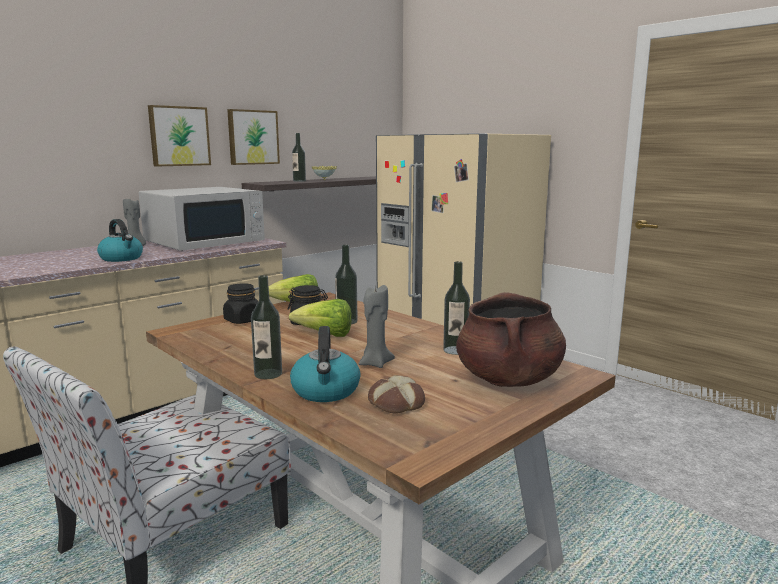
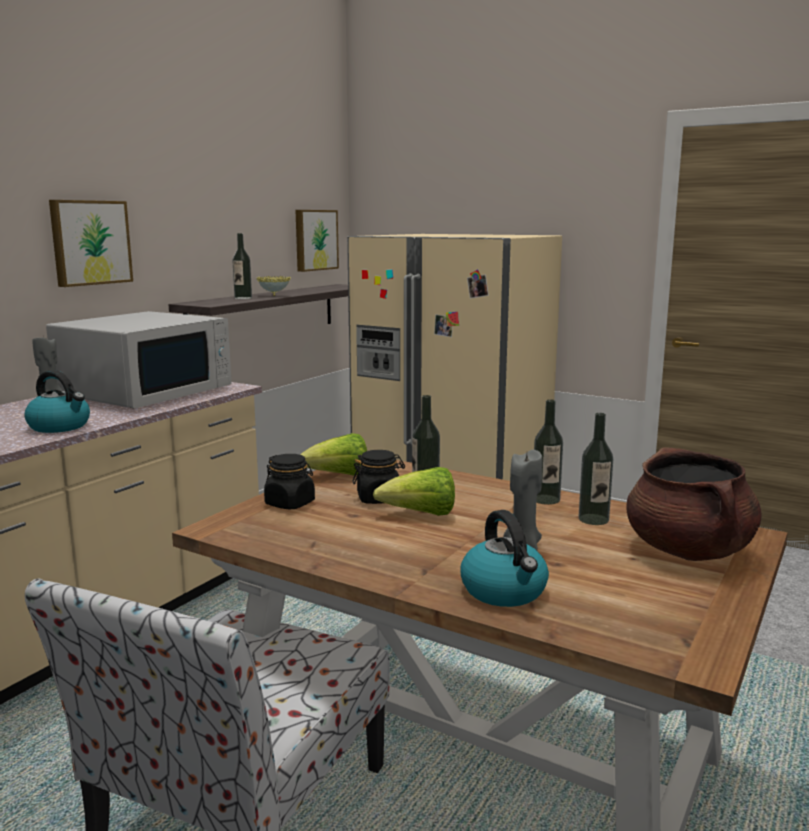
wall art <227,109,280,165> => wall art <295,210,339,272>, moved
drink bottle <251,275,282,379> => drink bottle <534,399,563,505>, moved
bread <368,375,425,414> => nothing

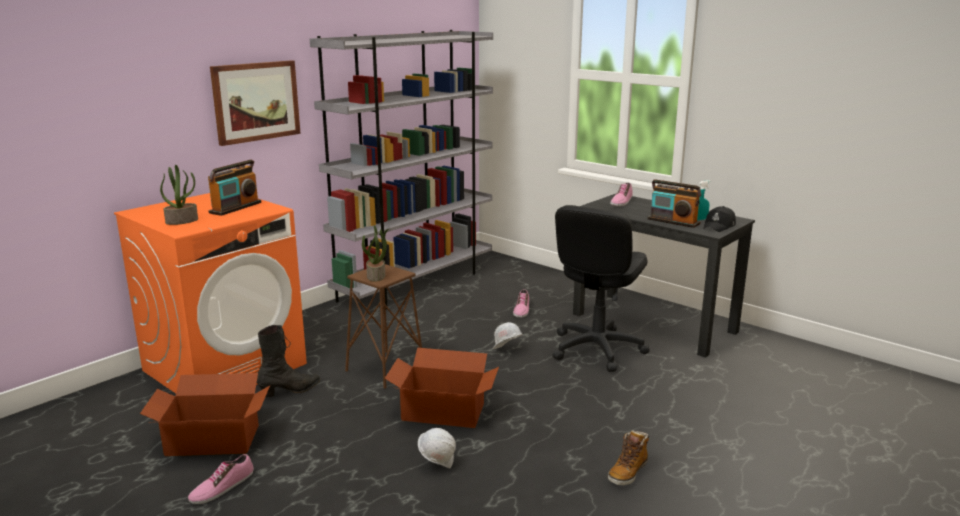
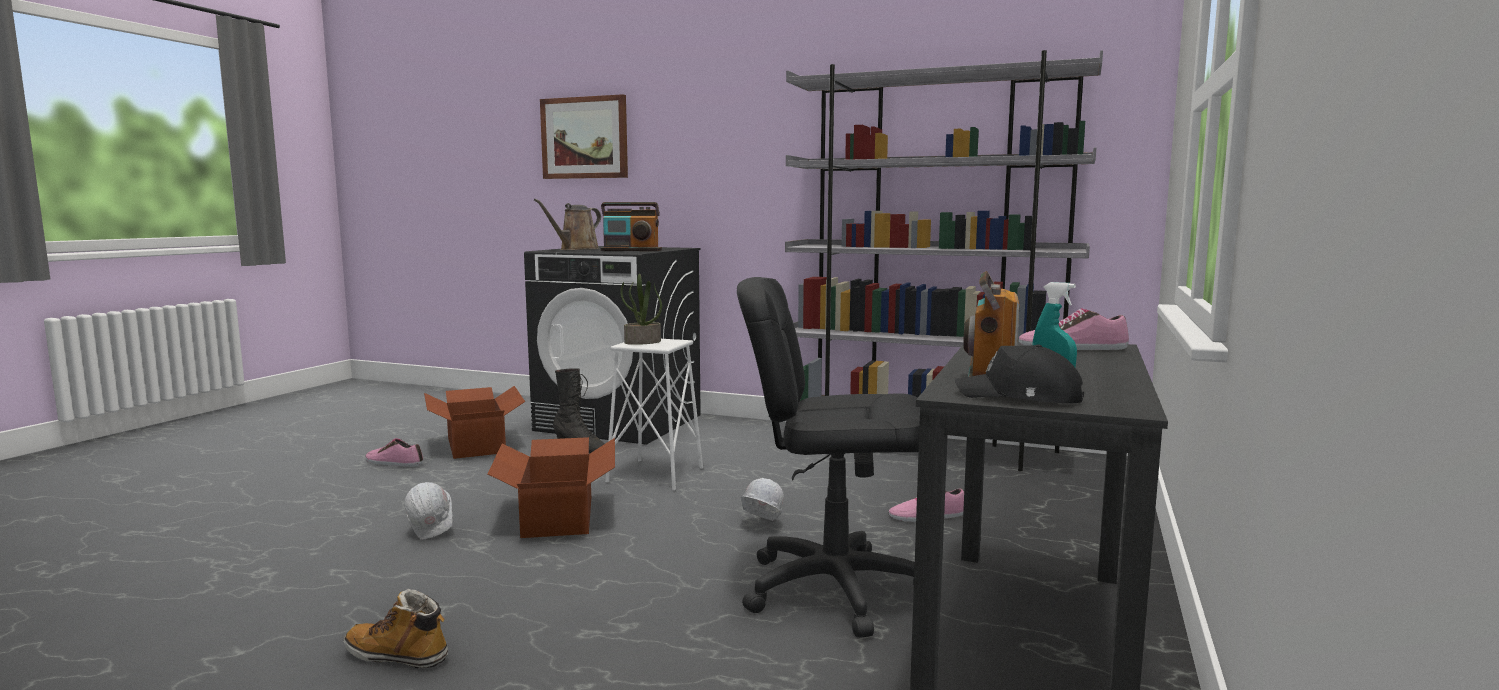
laundry appliance (orange-coloured) <114,193,307,393> => laundry appliance (black-coloured) <524,246,701,445>
plant in a pot <160,165,198,225> => sprinkling can (brown-coloured) <534,199,601,250>
wall art <210,60,301,146> => wall art <540,94,628,179>, moved
stool (brown-coloured) <345,264,422,389> => stool (white) <605,339,703,491>

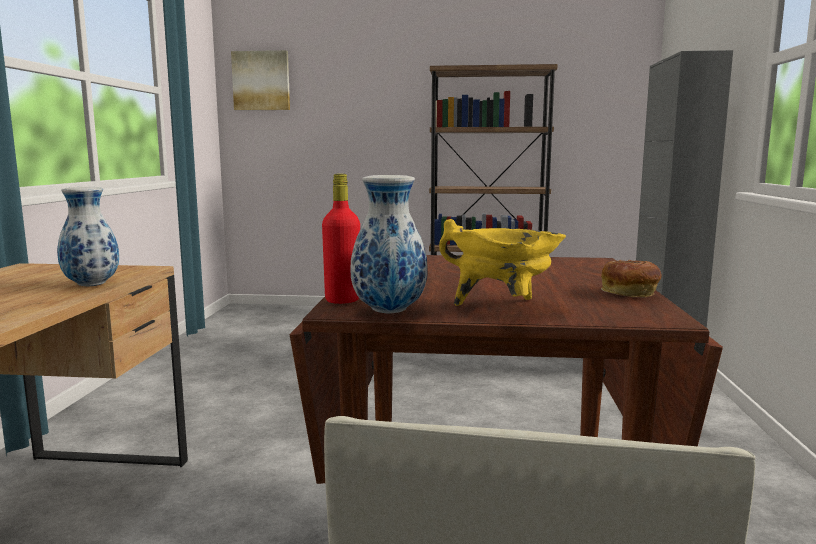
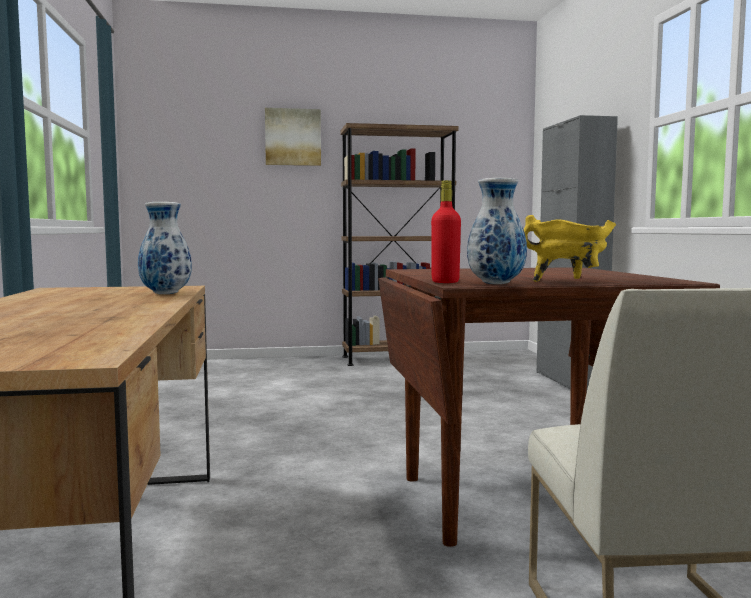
wall art <231,50,290,110> => wall art <265,108,321,166>, moved
bread <601,260,662,297> => nothing

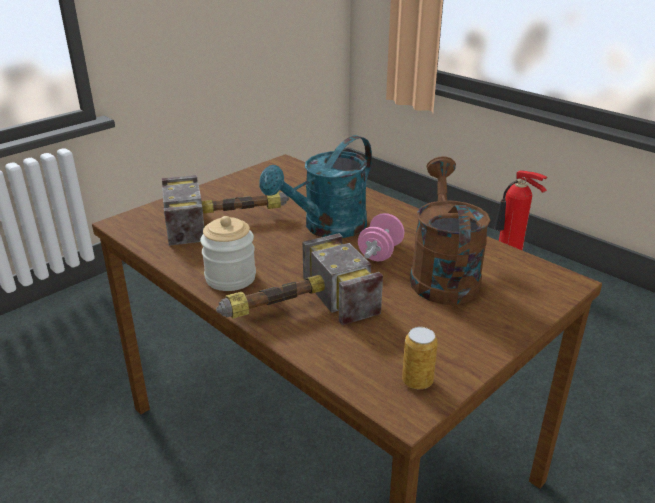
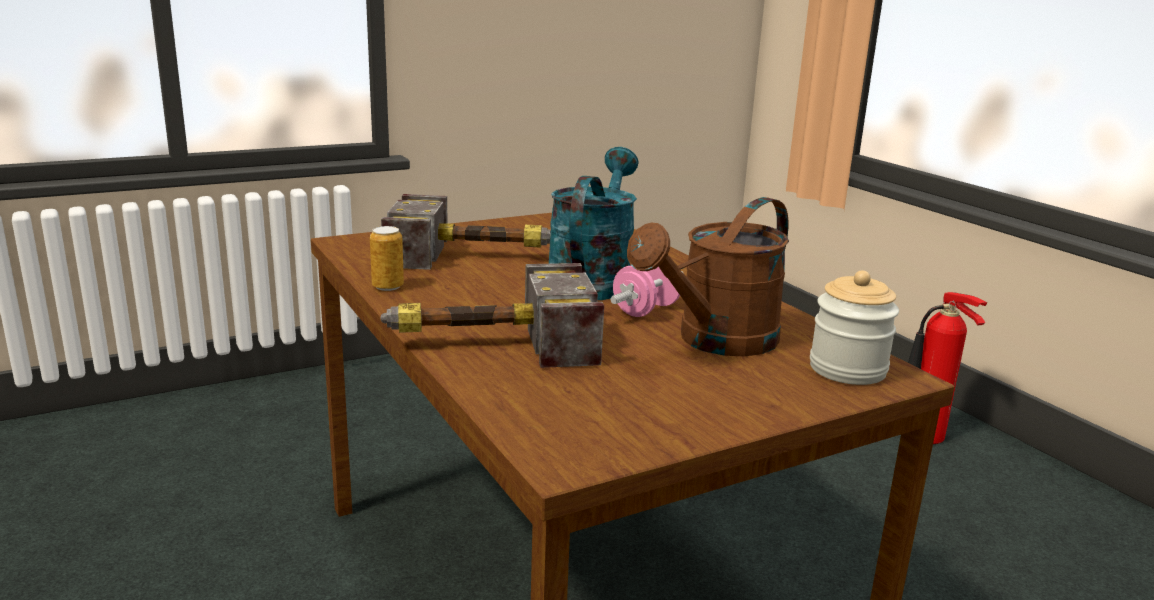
sealed can <402,327,438,389> => sealed can <370,226,404,291>, moved
sprinkling can (blue-green) <259,135,372,238> => sprinkling can (blue-green) <549,147,639,300>, 135 degrees clockwise
sprinkling can (brown-coloured) <410,156,490,305> => sprinkling can (brown-coloured) <627,197,789,356>, 150 degrees counterclockwise
jar <200,216,256,291> => jar <810,270,899,385>, moved

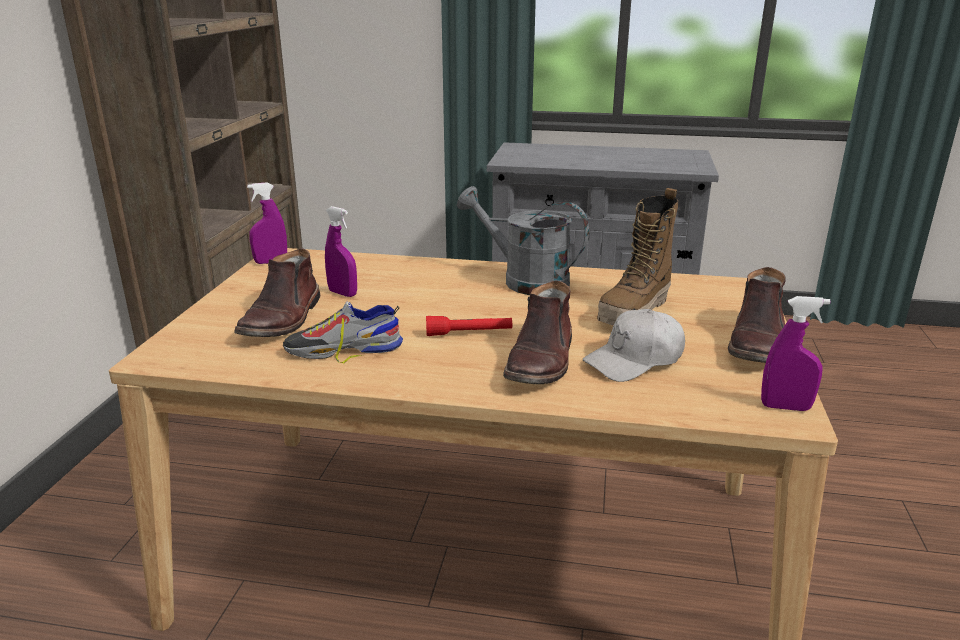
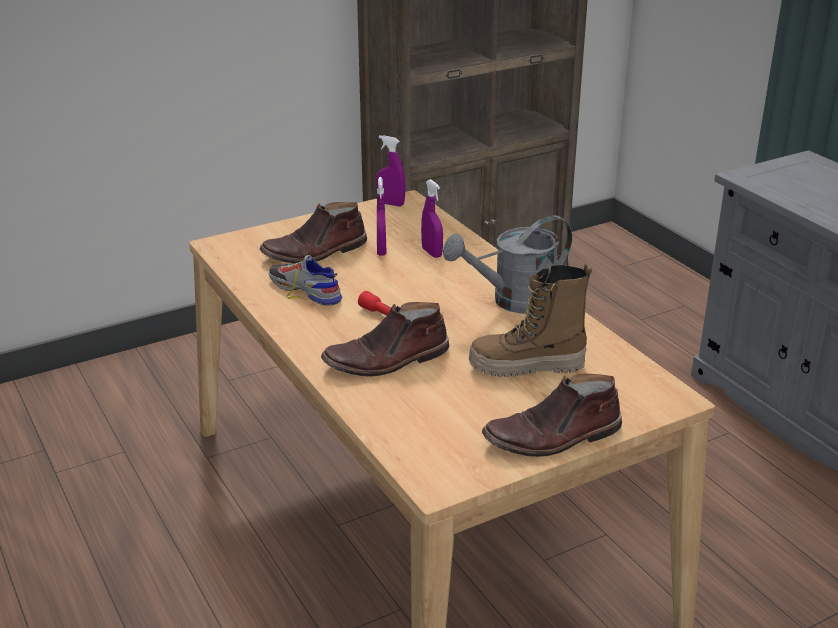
hand sprayer (purple-coloured) <761,296,830,411> => hand sprayer (purple-coloured) <421,179,443,258>, moved
sprinkling can (grey) <457,186,589,295> => sprinkling can (grey) <443,216,572,314>, 105 degrees counterclockwise
baseball cap (white) <583,309,685,382> => nothing

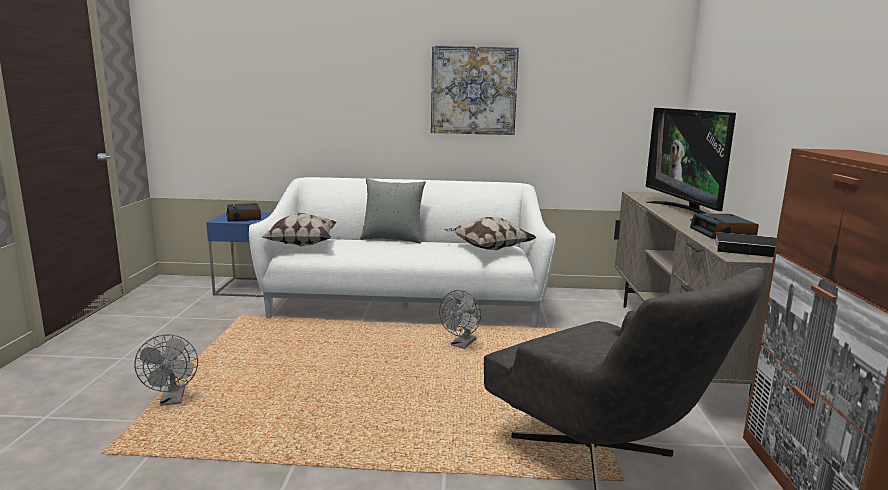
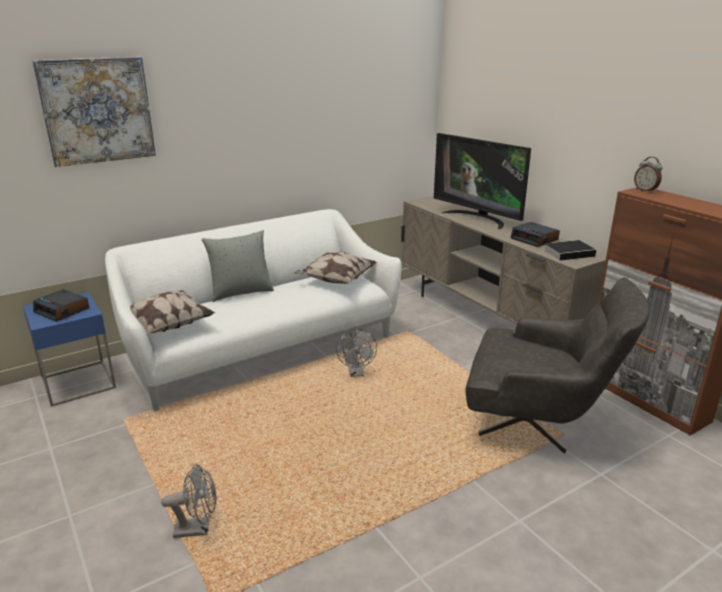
wall art <431,45,519,135> => wall art <32,56,156,167>, moved
fan (grey) <134,334,198,406> => fan (grey) <161,464,217,538>, 45 degrees counterclockwise
nothing => table clock <634,157,662,193>

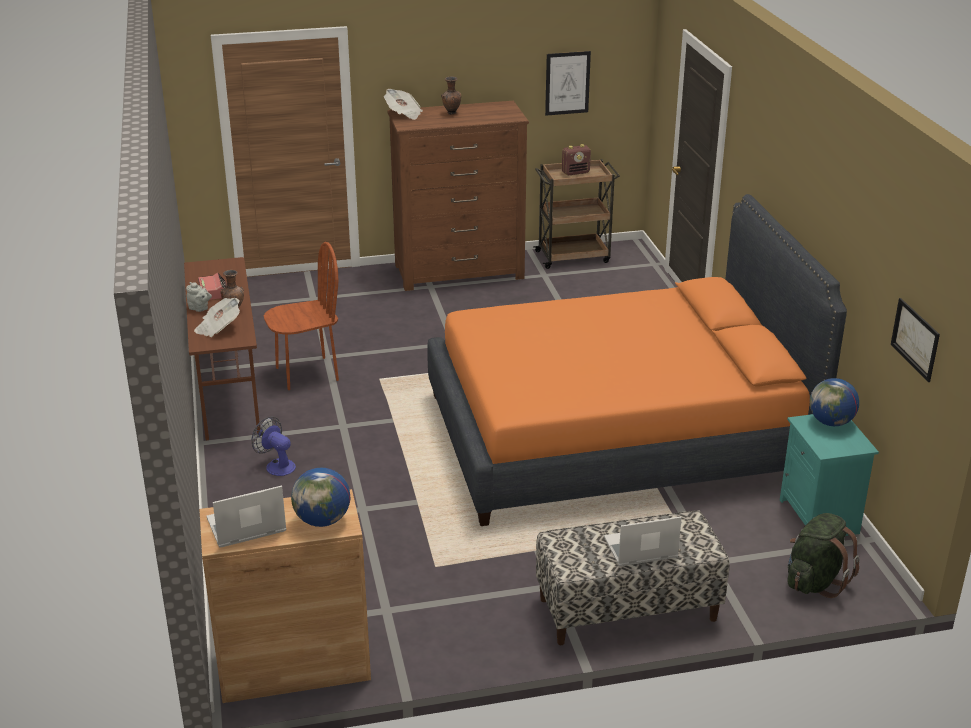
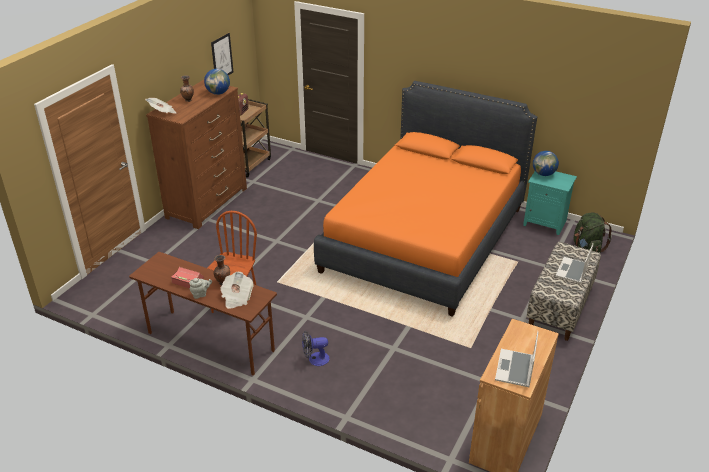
desk globe <291,468,350,527> => desk globe <204,69,230,95>, moved
wall art <891,298,940,382> => nothing

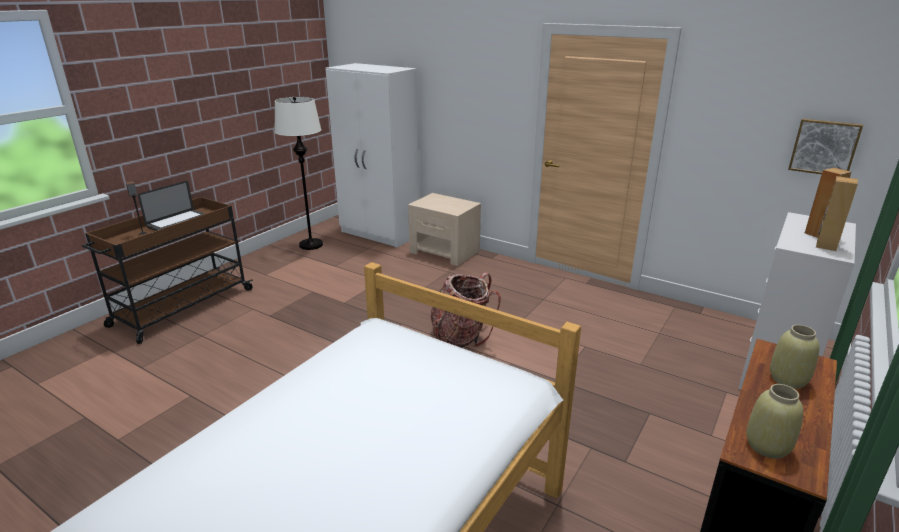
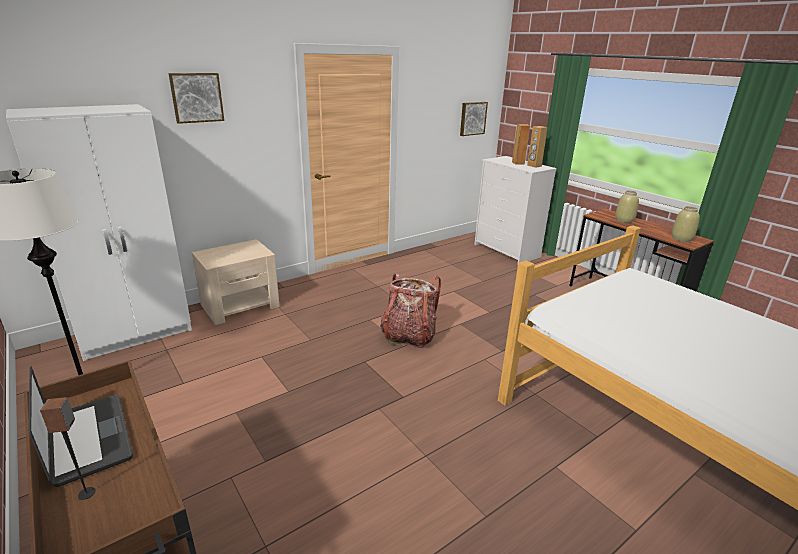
nothing => wall art <168,73,224,124>

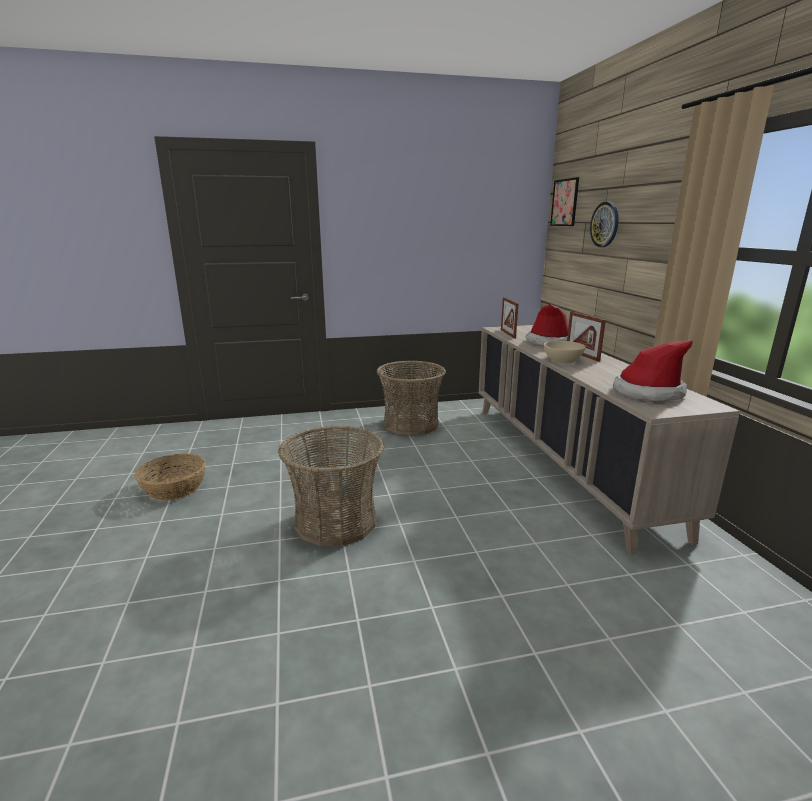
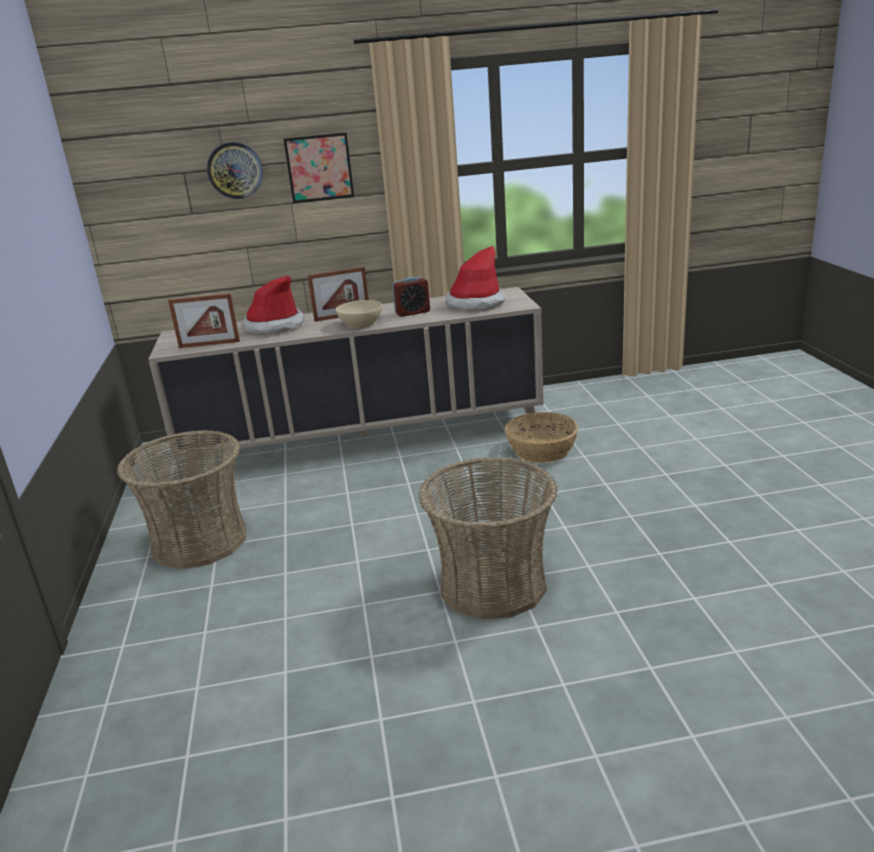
wall art <550,177,579,226> => wall art <283,133,354,203>, moved
nothing => table clock <392,277,430,317>
basket <134,453,206,501> => basket <505,412,578,463>, moved

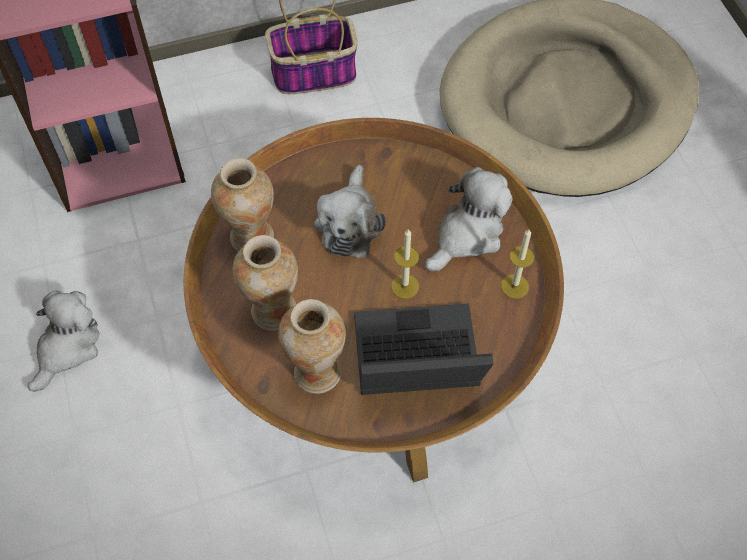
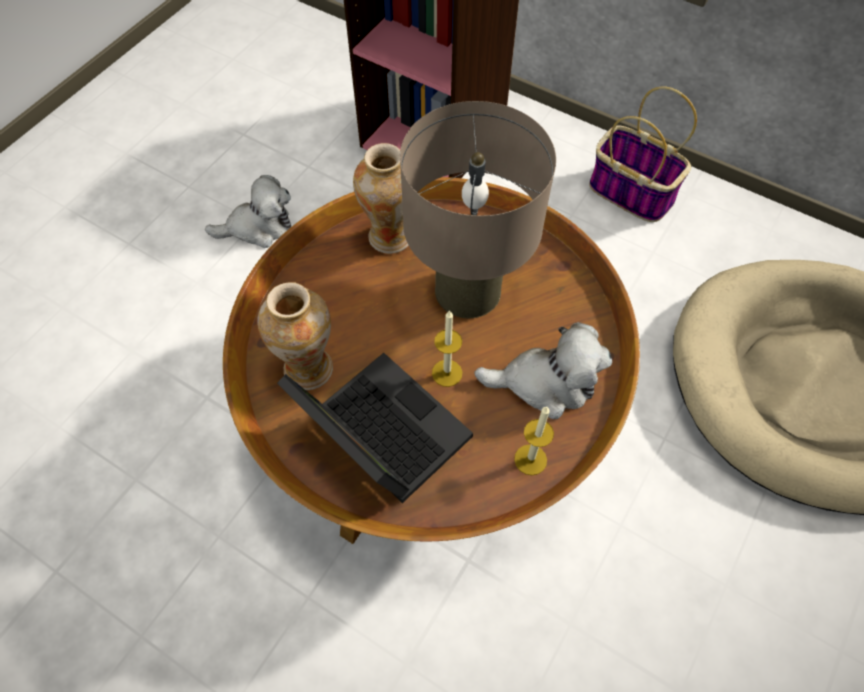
cuddly toy <315,165,386,258> => tabletop lamp (beige-coloured) <400,101,556,318>
vase <233,235,298,331> => nothing

